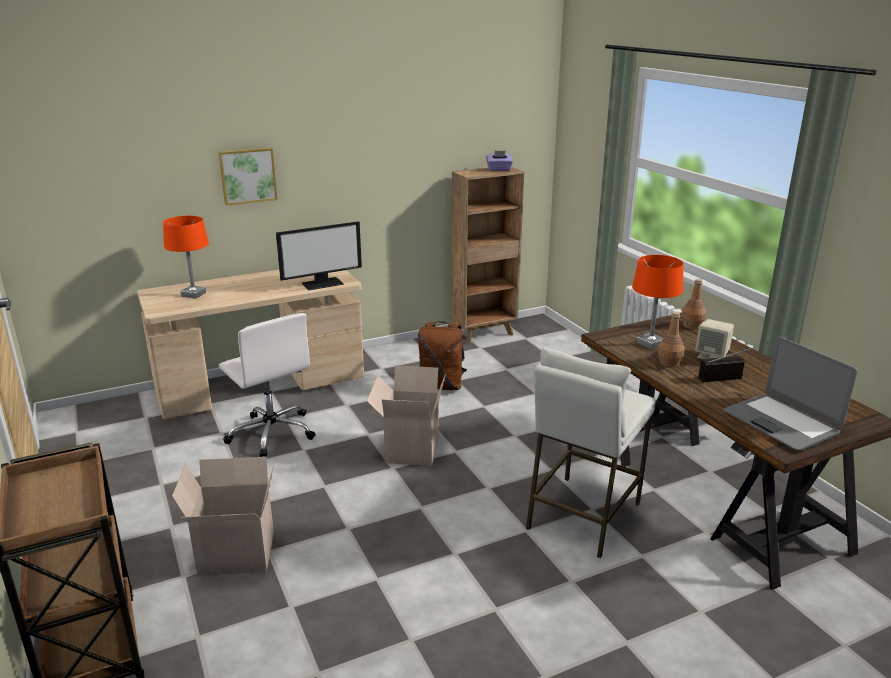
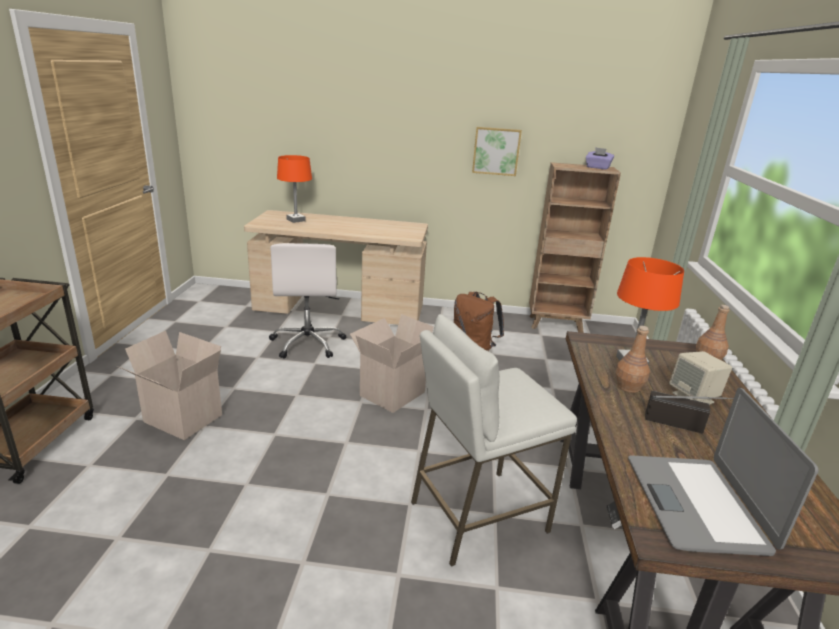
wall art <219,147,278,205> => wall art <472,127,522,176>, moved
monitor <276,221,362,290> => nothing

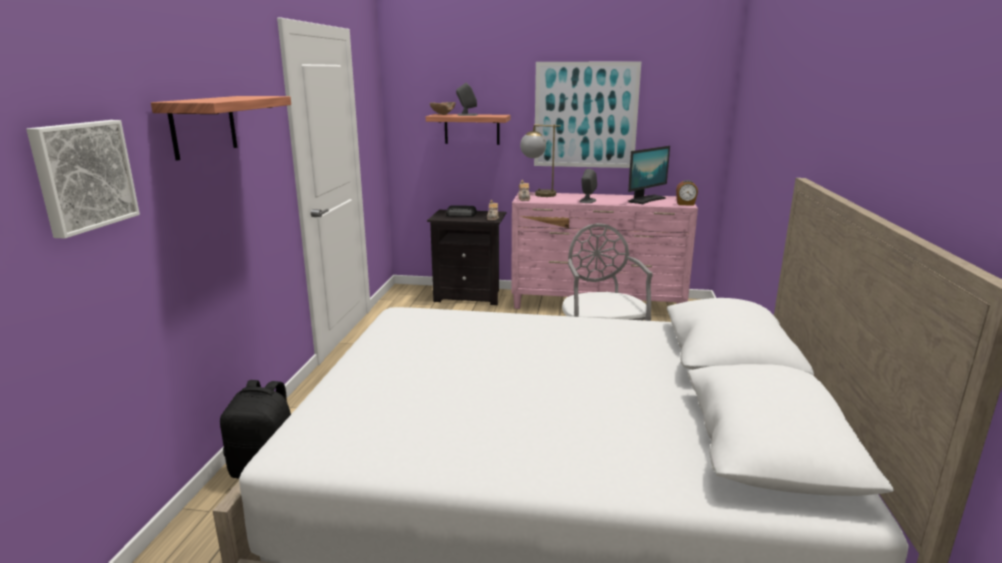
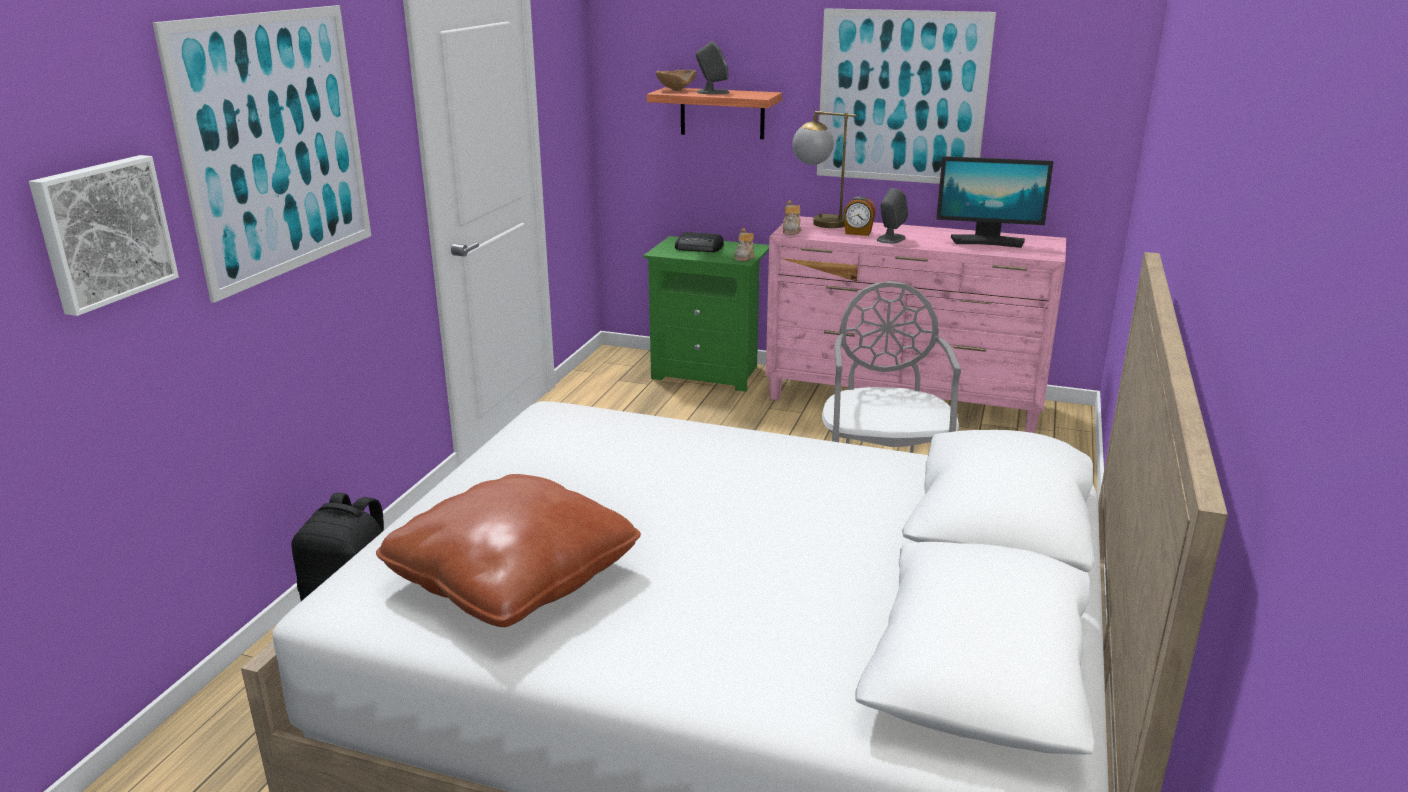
bracket shelf <151,96,291,161> => wall art <152,5,371,303>
nothing => cushion (brown-coloured) <376,474,641,627>
nightstand (black-coloured) <427,210,506,305> => nightstand (greenish) <643,236,769,392>
table clock <676,180,698,206> => table clock <843,196,876,236>, moved
monitor <628,146,670,204> => monitor <936,156,1054,248>, 45 degrees clockwise

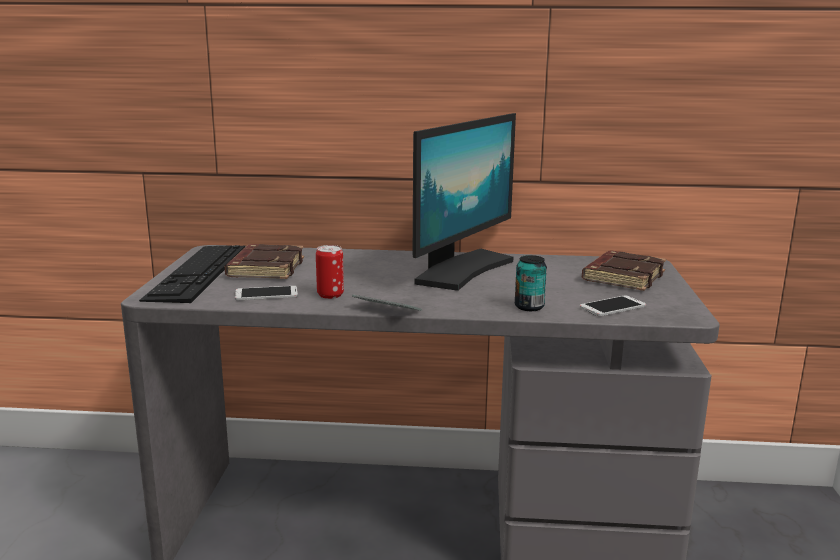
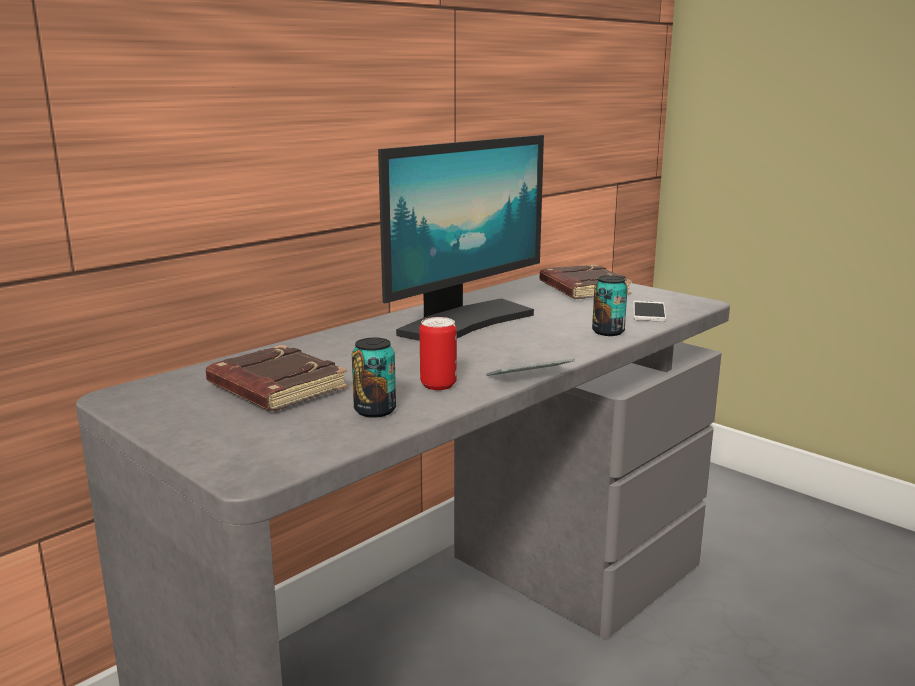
phone <235,286,298,300> => sealed can <352,337,396,418>
monitor <413,113,516,291> => monitor <378,135,544,341>, 60 degrees clockwise
PC keyboard <139,245,245,303> => nothing

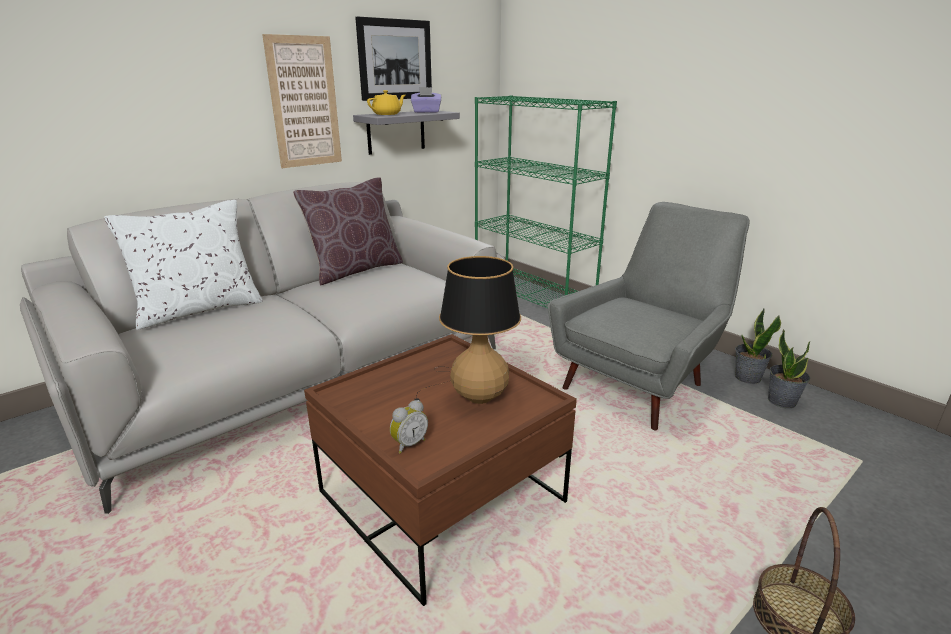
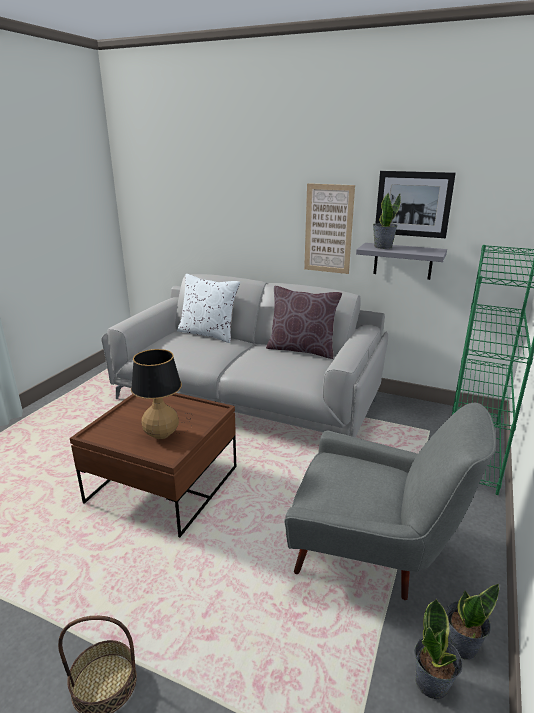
teapot (yellowish) <367,90,405,115> => plant in a pot <373,193,401,249>
table clock <390,400,428,454> => nothing
tissue box (purple-coloured) <411,87,441,113> => nothing

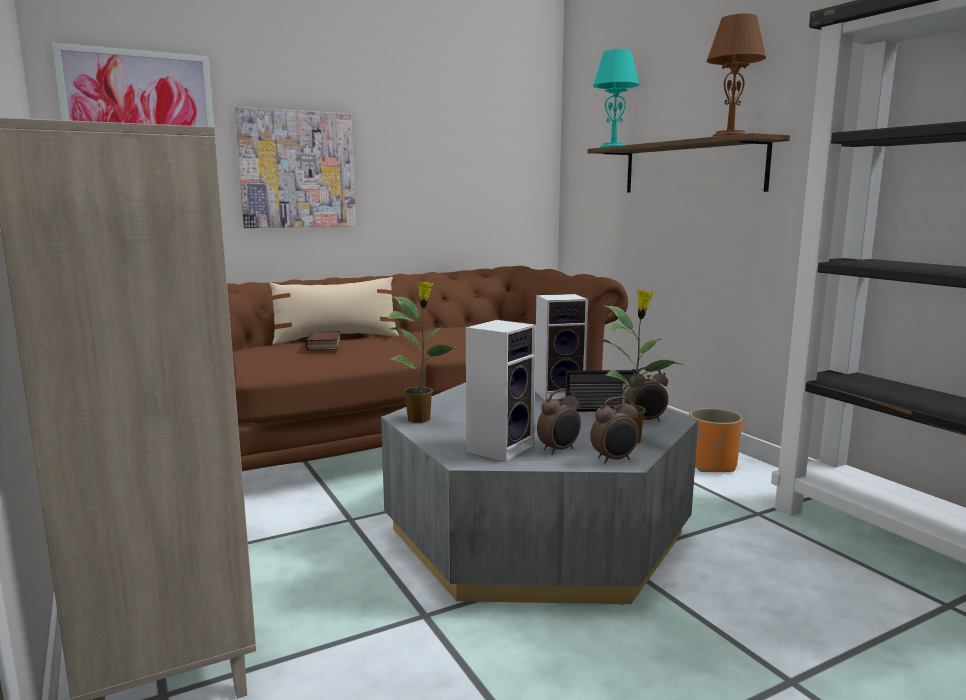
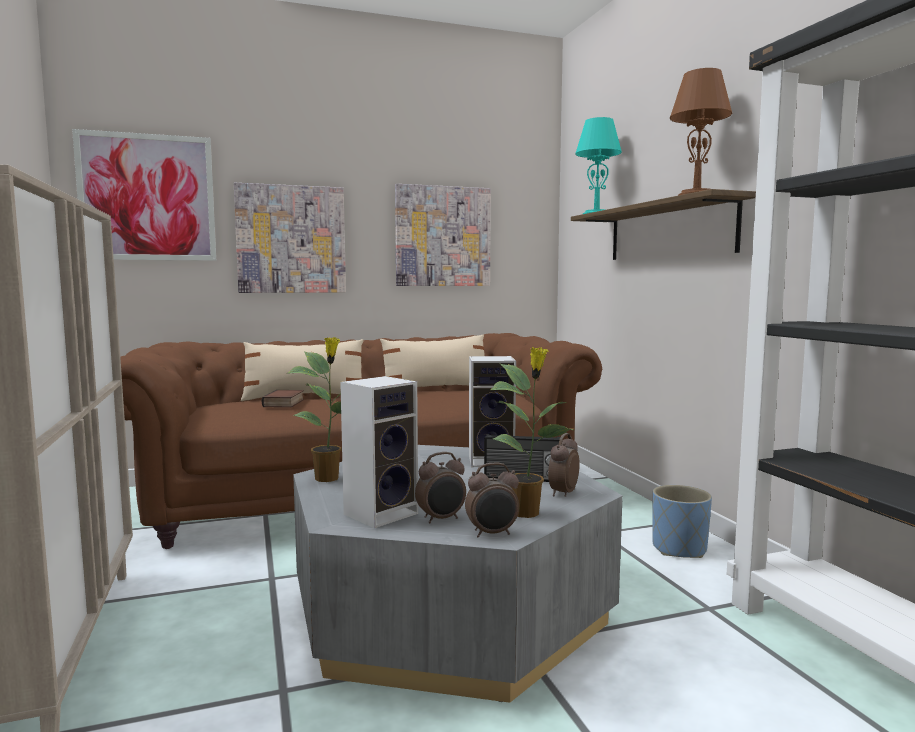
nothing => cushion (beige-coloured) <380,334,485,387>
nothing => wall art <395,184,491,286>
table clock <626,367,668,422> => table clock <548,433,580,497>, 120 degrees clockwise
plant pot (orange-coloured) <689,408,743,472> => plant pot (blue) <652,485,712,558>

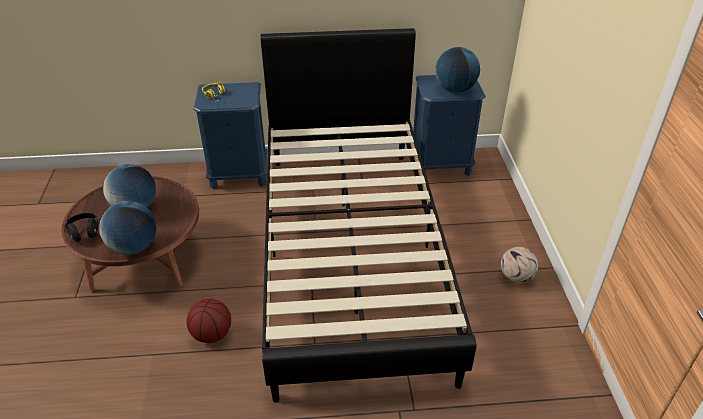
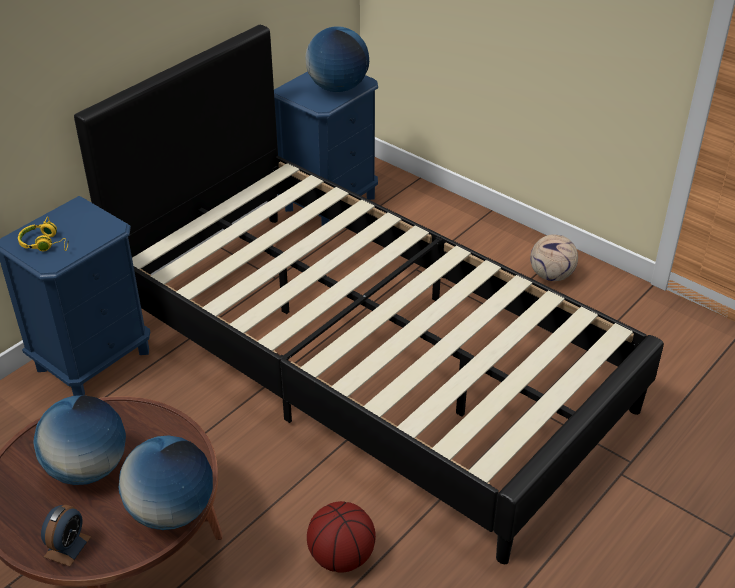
headphones (black-coloured) <65,213,98,242> => table clock <41,505,91,566>

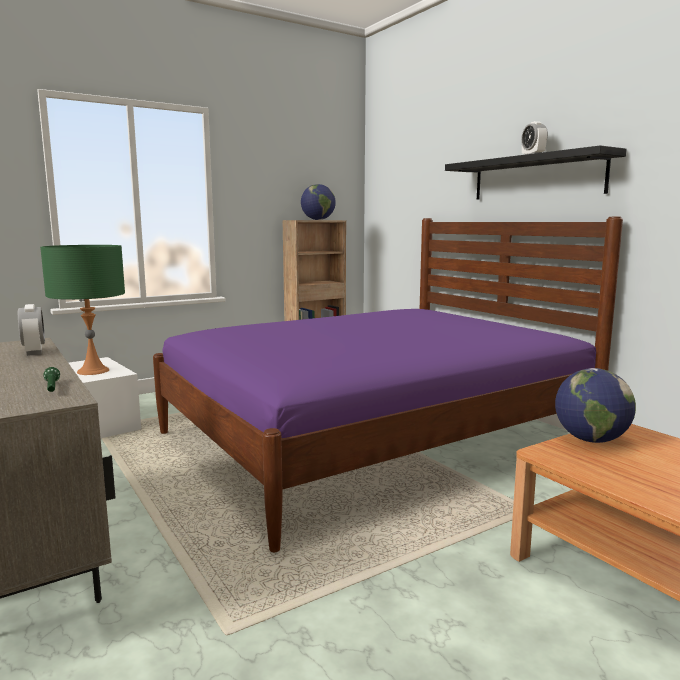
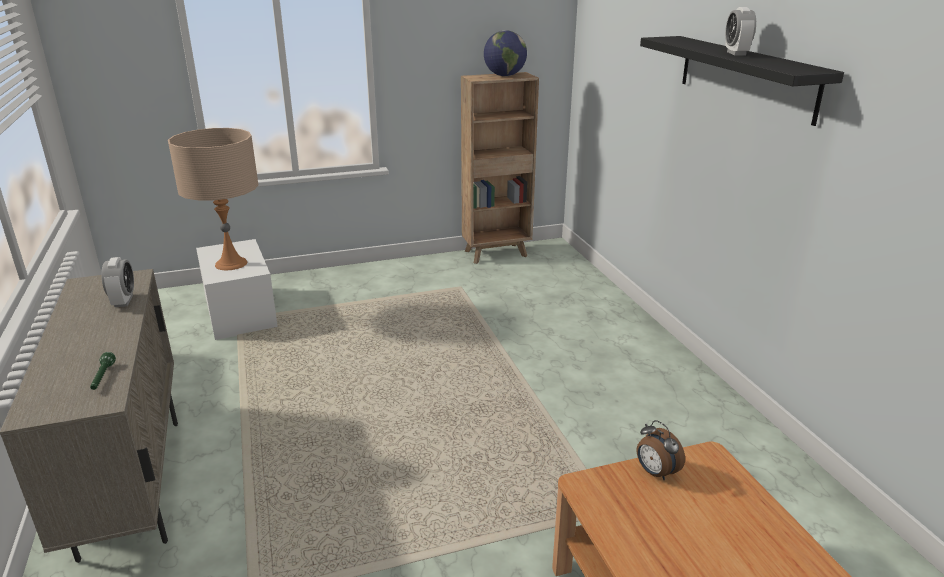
tabletop lamp (greenish) <40,245,125,375> => tabletop lamp (beige-coloured) <168,128,258,271>
desk globe <555,368,636,443> => table clock <637,420,685,481>
bedroom bed (purple-coloured) <153,217,623,552> => nothing

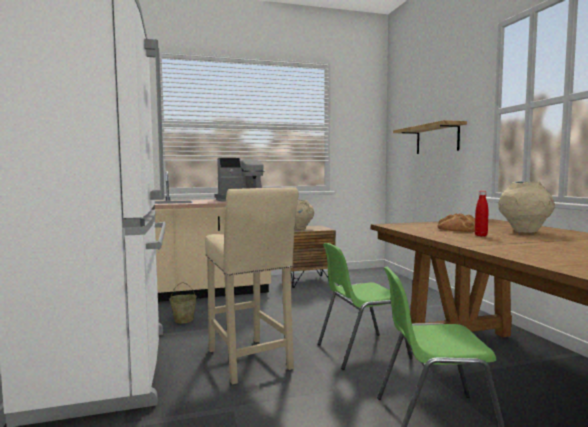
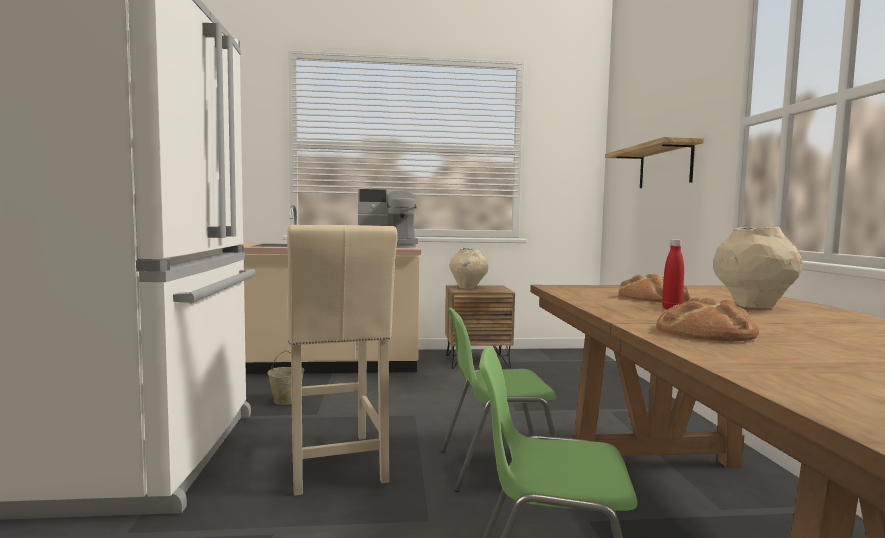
nothing => bread <656,298,759,342>

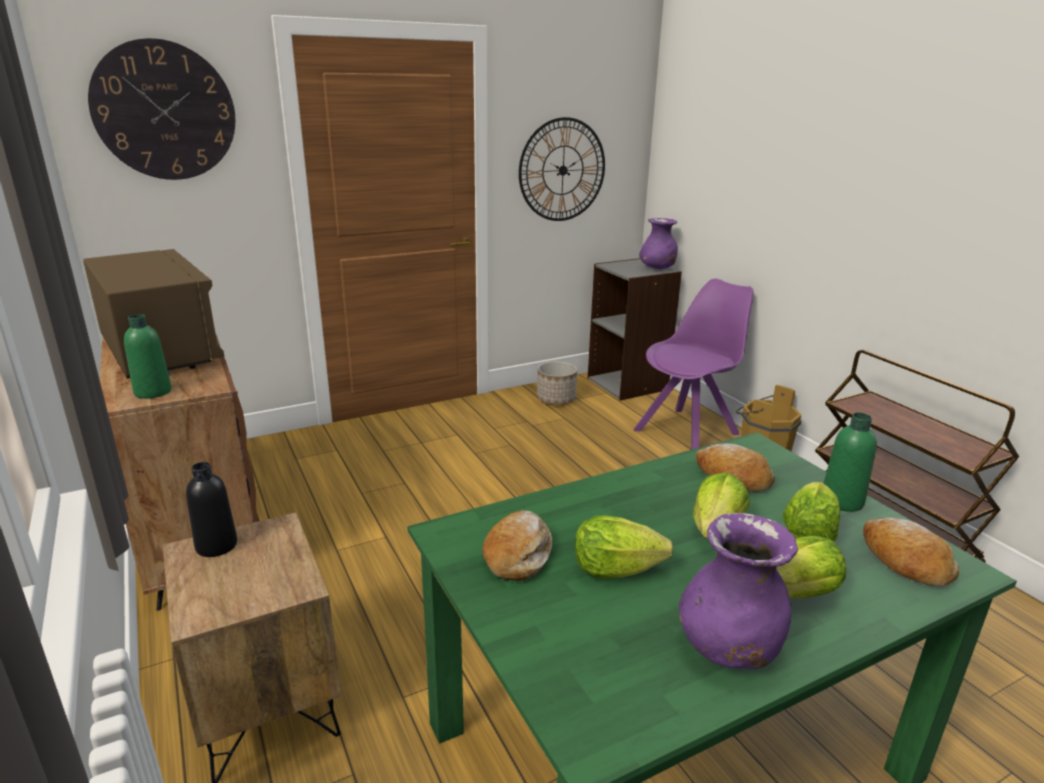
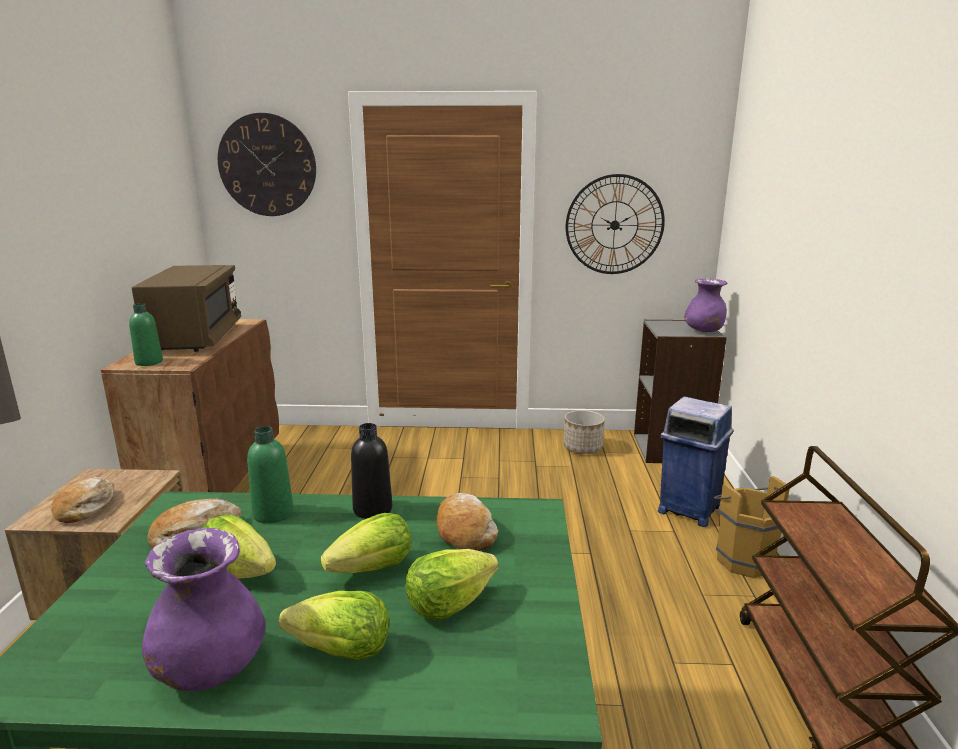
bread <863,518,959,586> => bread <51,477,114,523>, moved
drink bottle (greenish) <823,412,877,512> => drink bottle (greenish) <247,426,294,523>, moved
drink bottle (black-coloured) <186,462,237,557> => drink bottle (black-coloured) <351,423,392,519>, moved
chair (purple-coloured) <634,279,753,450> => trash can (blue) <658,397,733,527>

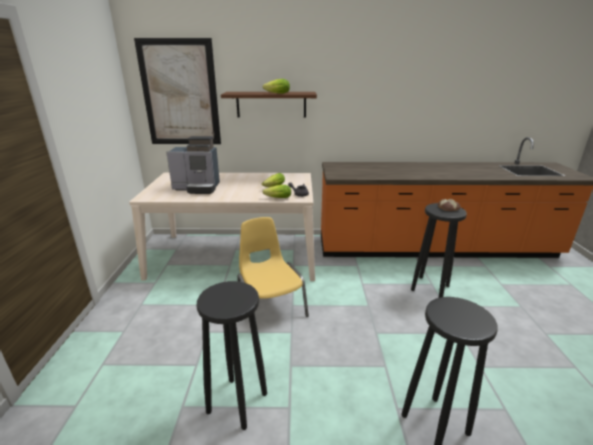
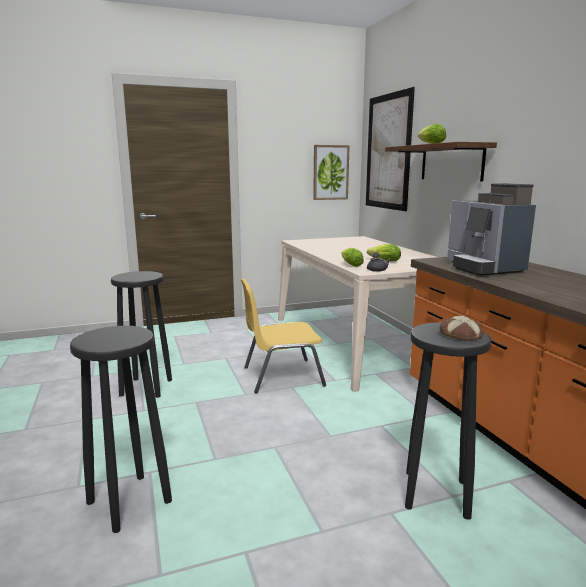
chair (yellowish) <237,217,309,317> => chair (yellowish) <241,279,326,393>, 150 degrees counterclockwise
nothing => wall art <313,145,350,200>
coffee maker <166,136,220,194> => coffee maker <447,183,536,276>, moved

